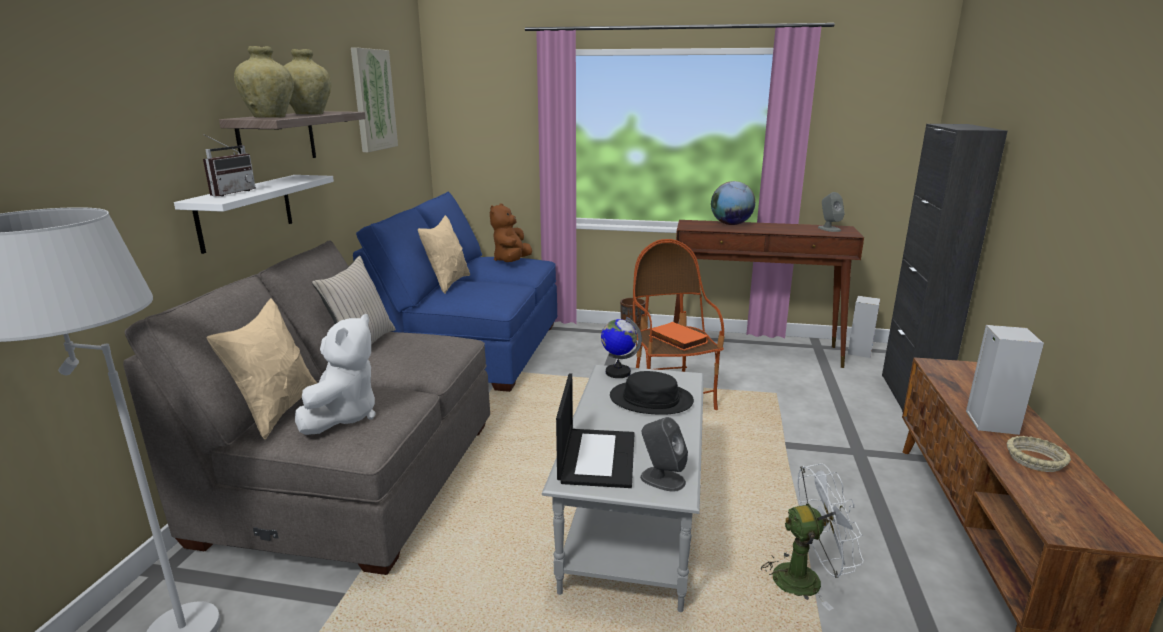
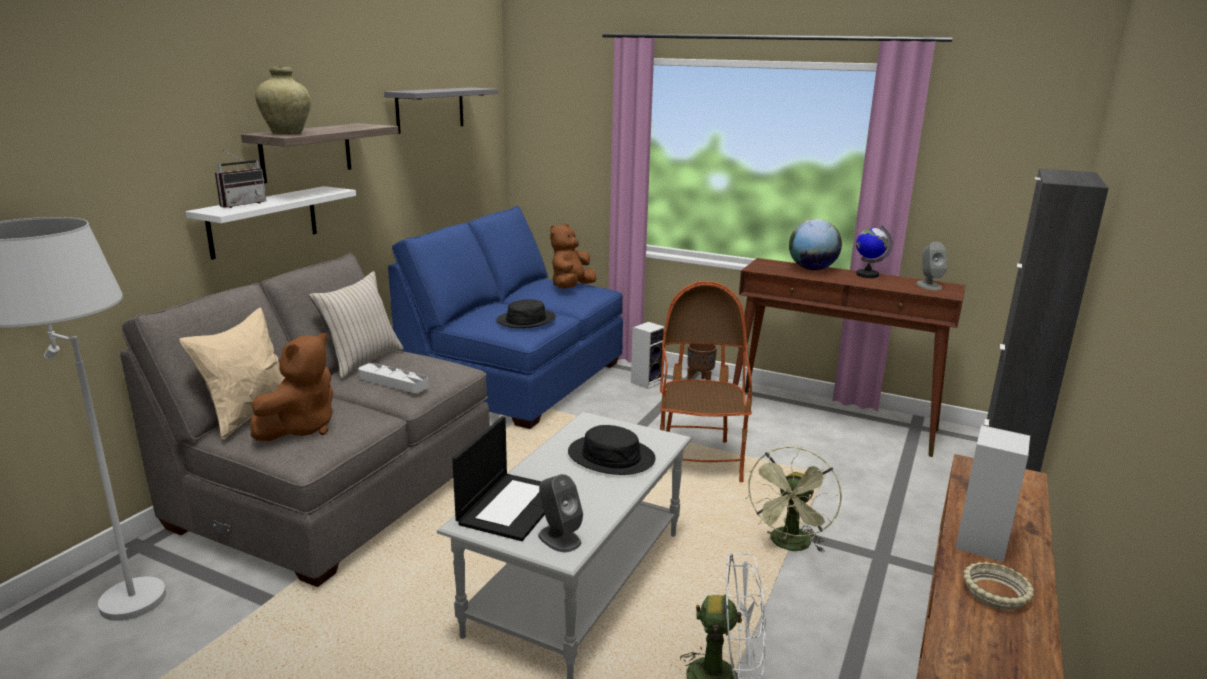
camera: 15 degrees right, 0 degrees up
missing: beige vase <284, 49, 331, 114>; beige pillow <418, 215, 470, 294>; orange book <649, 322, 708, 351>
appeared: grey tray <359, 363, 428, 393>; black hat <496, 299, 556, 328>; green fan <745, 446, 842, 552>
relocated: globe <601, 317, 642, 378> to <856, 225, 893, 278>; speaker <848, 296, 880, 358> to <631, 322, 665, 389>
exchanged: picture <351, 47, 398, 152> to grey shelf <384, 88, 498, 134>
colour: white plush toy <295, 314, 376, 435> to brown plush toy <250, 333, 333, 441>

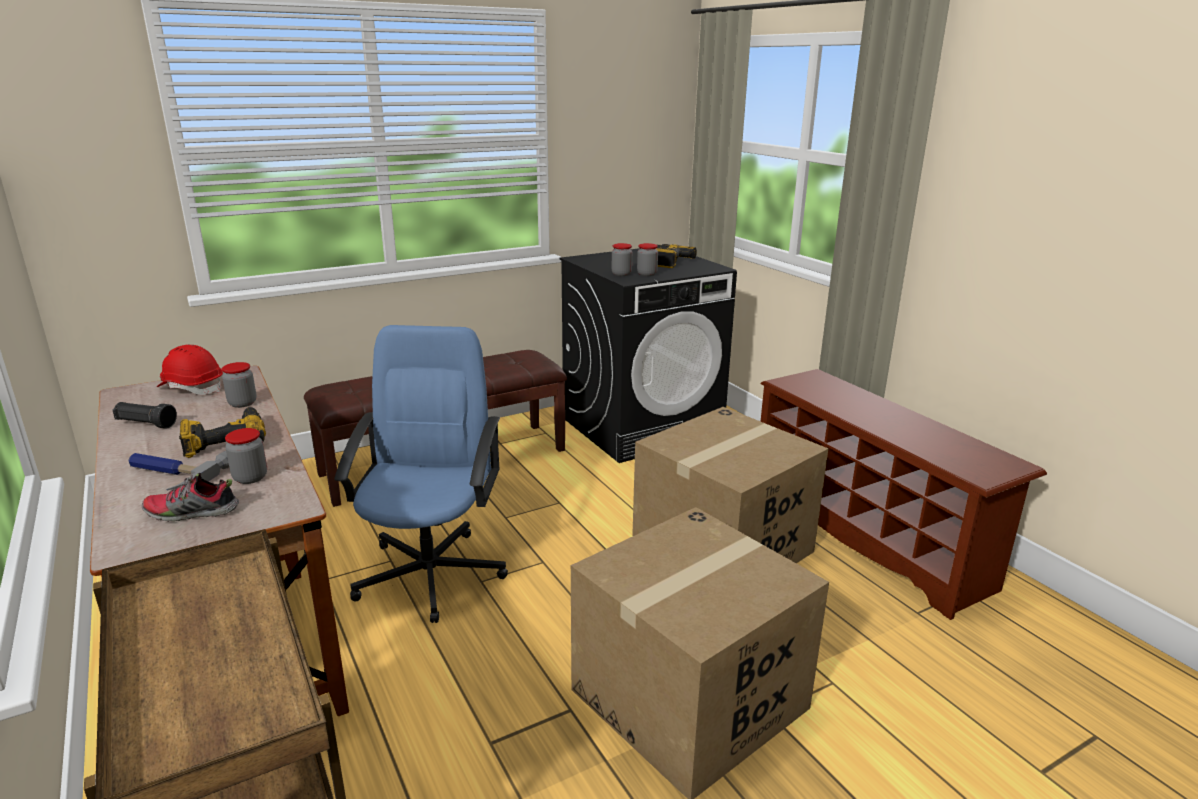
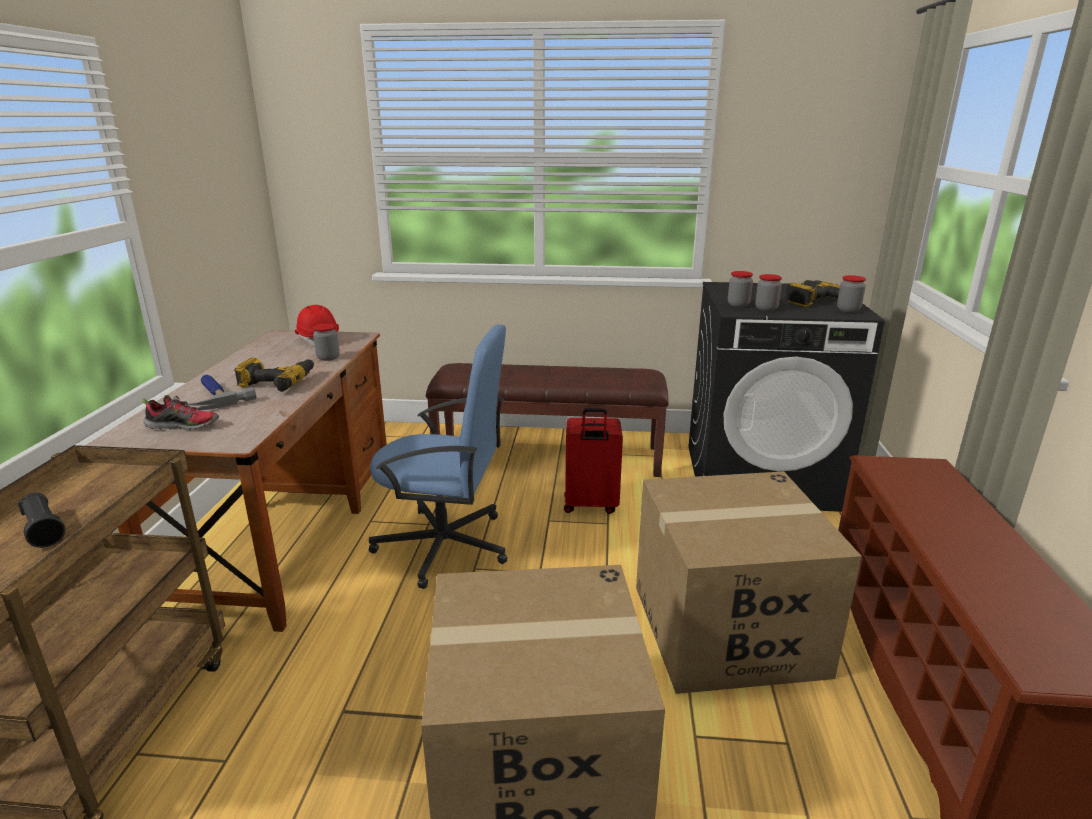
camera: 35 degrees right, 0 degrees up
appeared: red suitcase <564, 408, 623, 514>
relocated: black flashlight <112, 402, 177, 429> to <17, 493, 65, 548>; jar <225, 428, 267, 484> to <837, 275, 866, 313>
spun: shoe <142, 473, 239, 522> = <141, 395, 219, 430> 150 degrees clockwise; blue office chair <334, 325, 508, 623> = <368, 324, 508, 589> 60 degrees clockwise

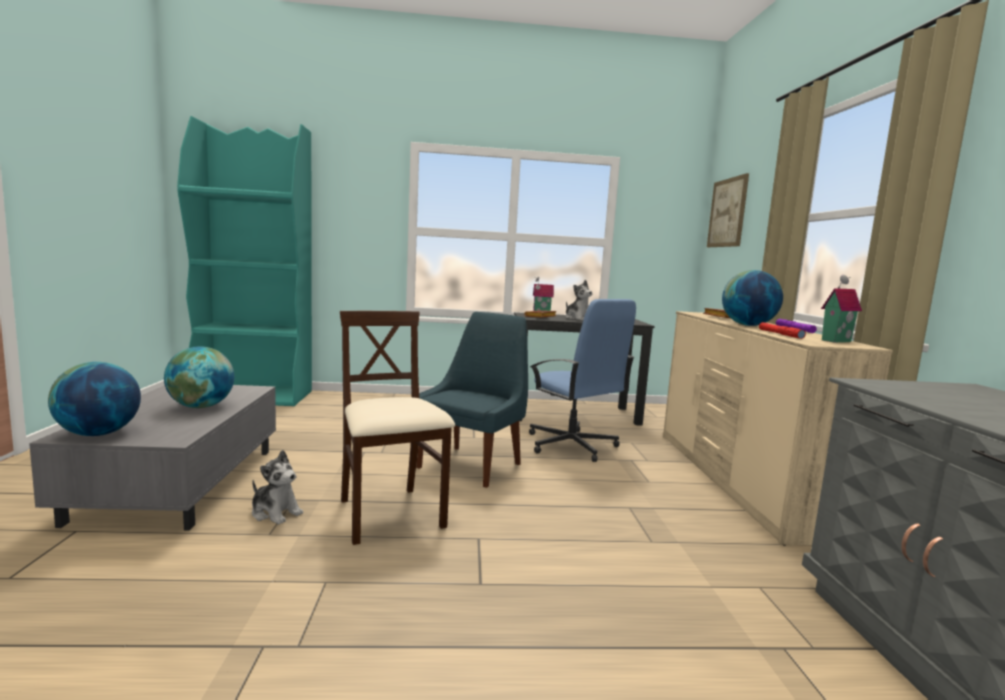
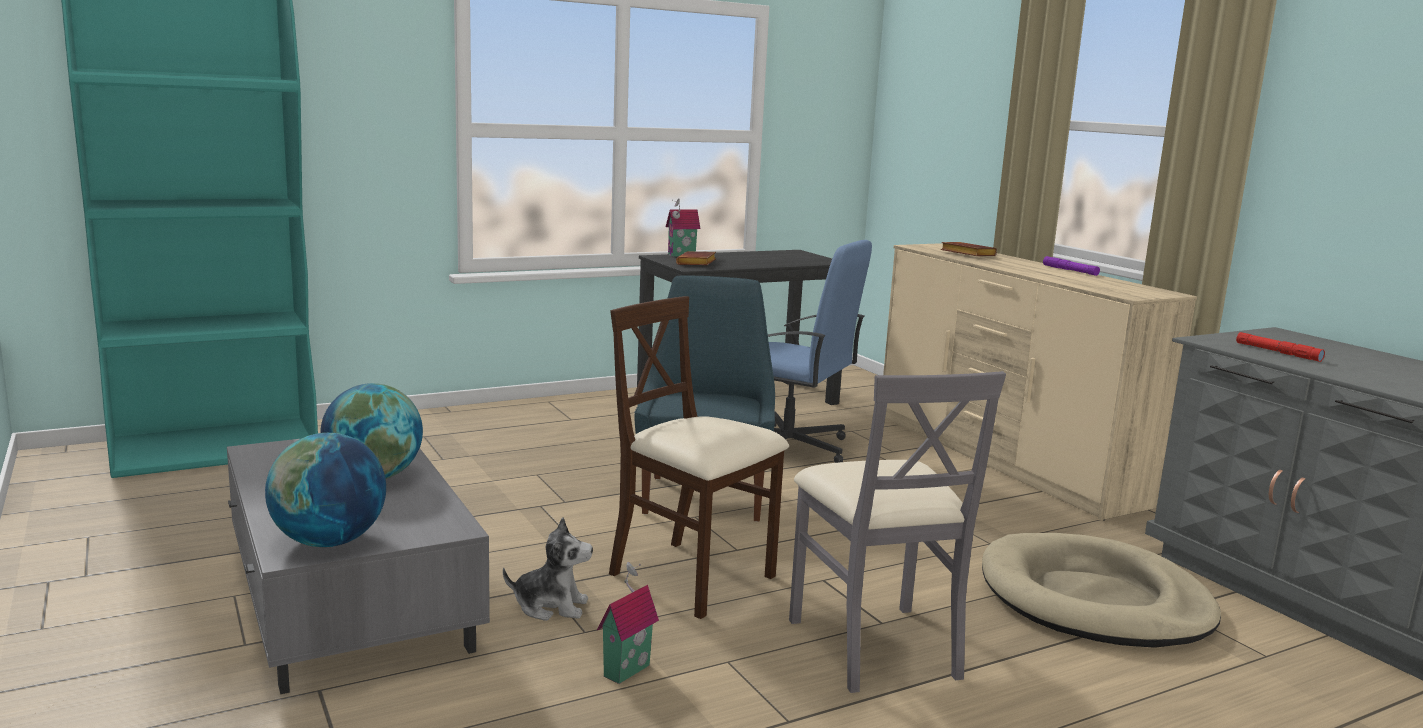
camera: 25 degrees left, 5 degrees up
missing: plush toy <565, 280, 592, 320>; picture <707, 173, 749, 247>; globe <722, 270, 783, 326>
appeared: grey chair <789, 371, 1006, 693>; beige dog bed <982, 533, 1221, 648>
relocated: red flashlight <759, 322, 806, 339> to <1236, 332, 1325, 362>; toy house <821, 275, 862, 343> to <597, 562, 659, 684>

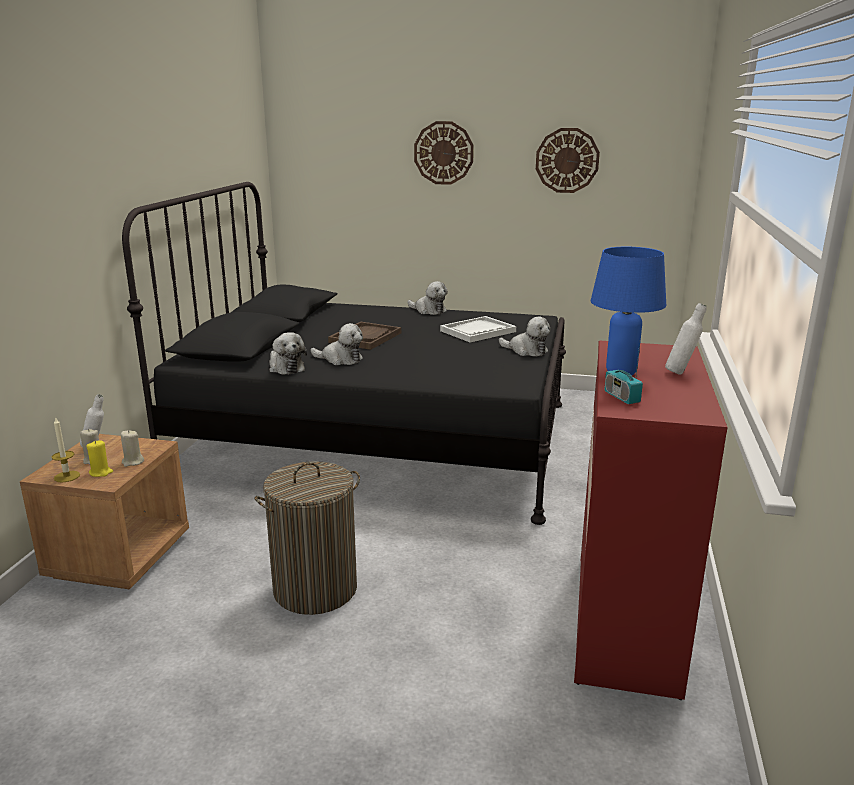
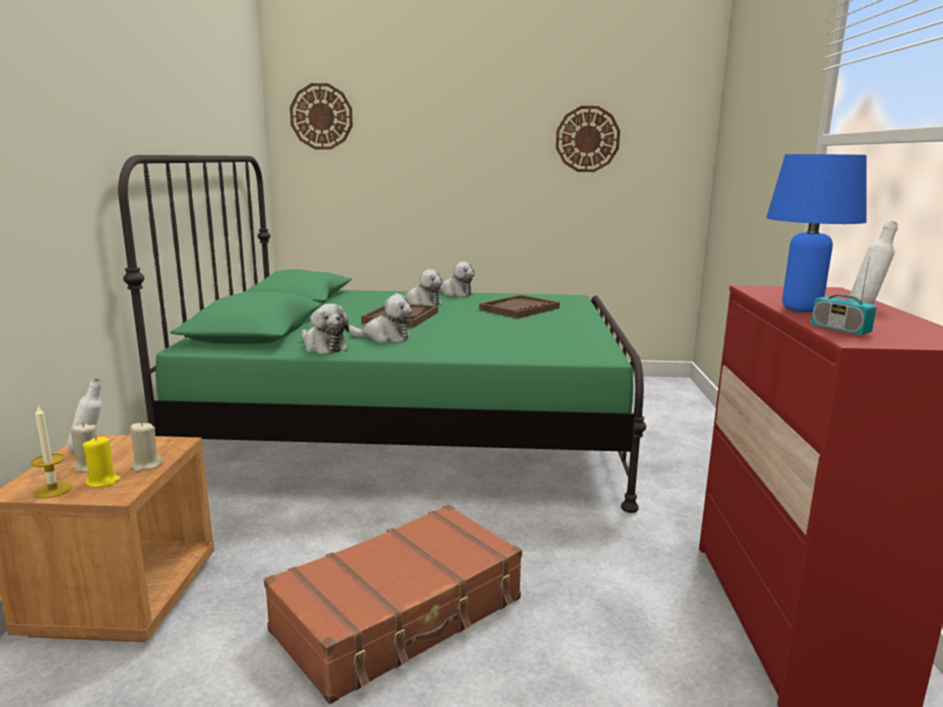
camera: 10 degrees left, 5 degrees down
relocated: wall clock <414, 121, 474, 185> to <290, 83, 353, 150>; plush toy <499, 316, 550, 357> to <394, 269, 443, 306>
exchanged: laundry basket <255, 461, 360, 615> to brown suitcase <264, 505, 522, 704>
colour: black bed <122, 182, 566, 525> to green bed <118, 155, 646, 513>; white tray <440, 316, 516, 343> to brown tray <479, 295, 560, 318>

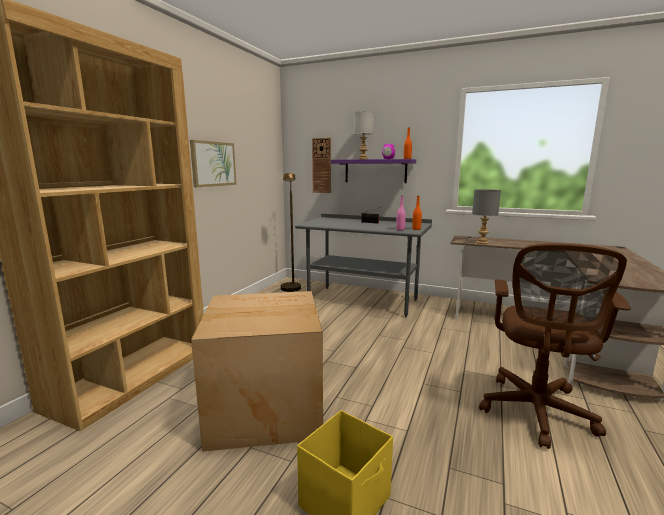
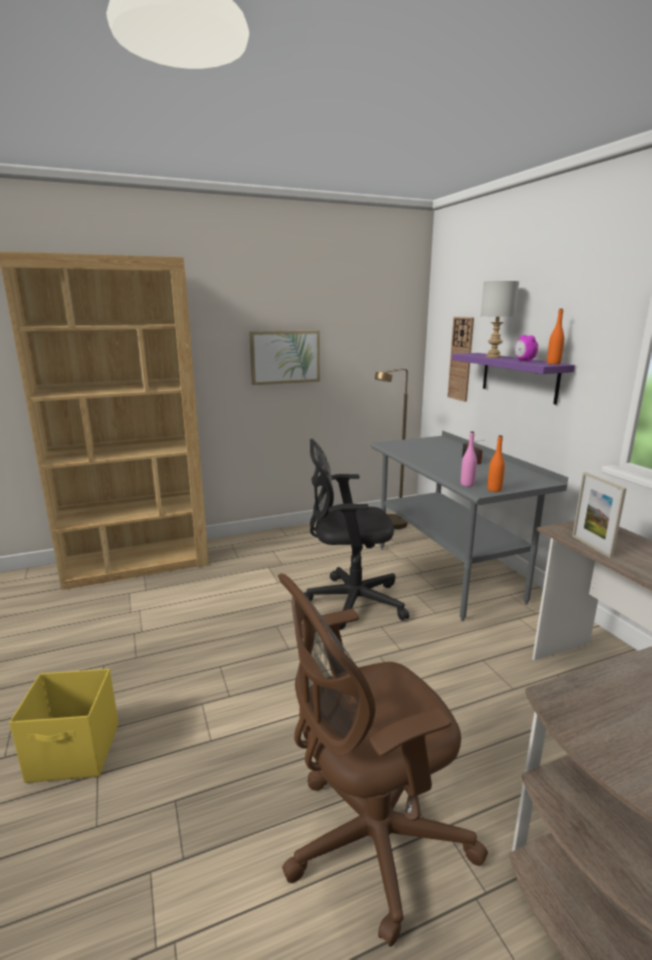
camera: 45 degrees right, 5 degrees up
missing: cardboard box <191, 291, 323, 452>
appeared: black office chair <304, 439, 409, 630>
exchanged: grey table lamp <472, 189, 501, 244> to picture frame <572, 472, 627, 558>

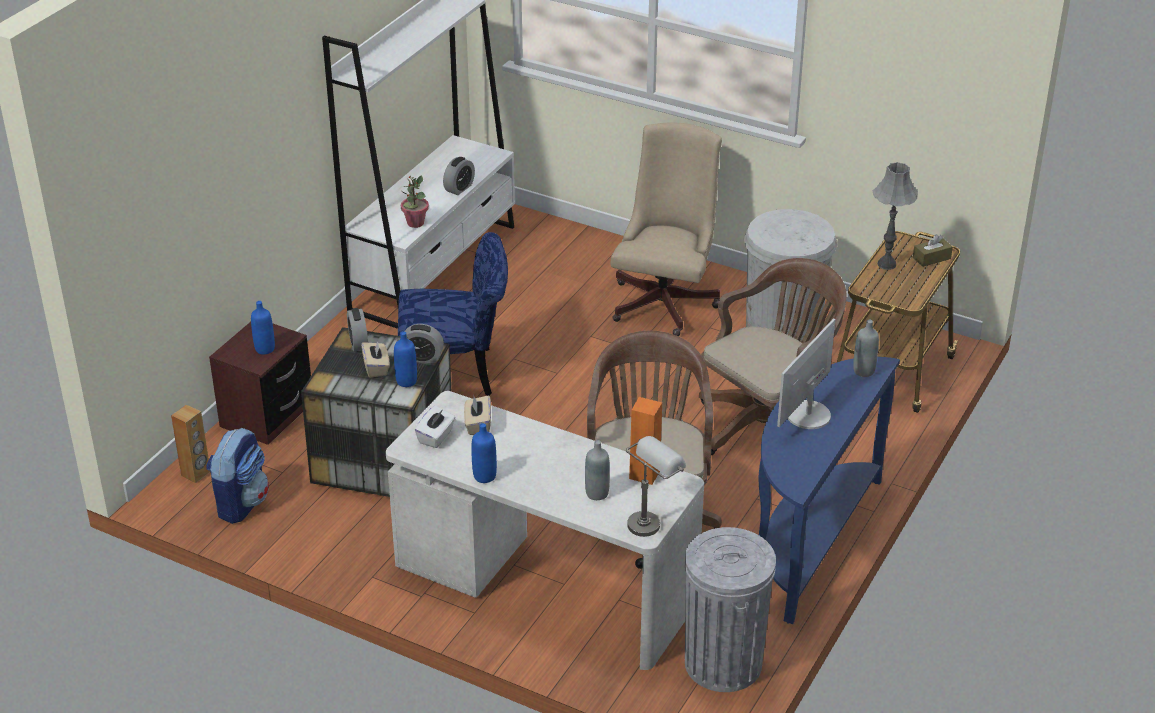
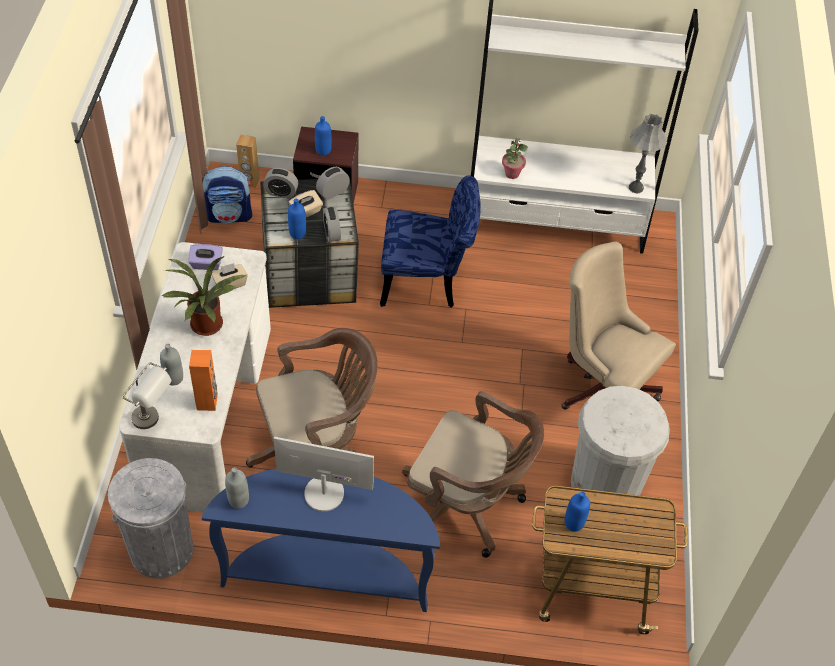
camera: 65 degrees right, 15 degrees up
missing: brown tissue box <913, 235, 953, 267>
appeared: potted plant <162, 256, 246, 336>
relocated: alarm clock <443, 157, 475, 195> to <263, 168, 298, 199>; blue bottle <471, 423, 497, 483> to <564, 492, 590, 532>; grey bottle <853, 320, 879, 377> to <225, 467, 249, 509>; grey table lamp <873, 162, 918, 270> to <629, 114, 667, 193>
colour: white tissue box <415, 406, 455, 448> to purple tissue box <188, 244, 223, 270>
spun: blue chair <398, 232, 508, 396> = <380, 176, 480, 307> 60 degrees counterclockwise; beige office chair <611, 123, 722, 336> = <561, 241, 676, 410> 135 degrees counterclockwise

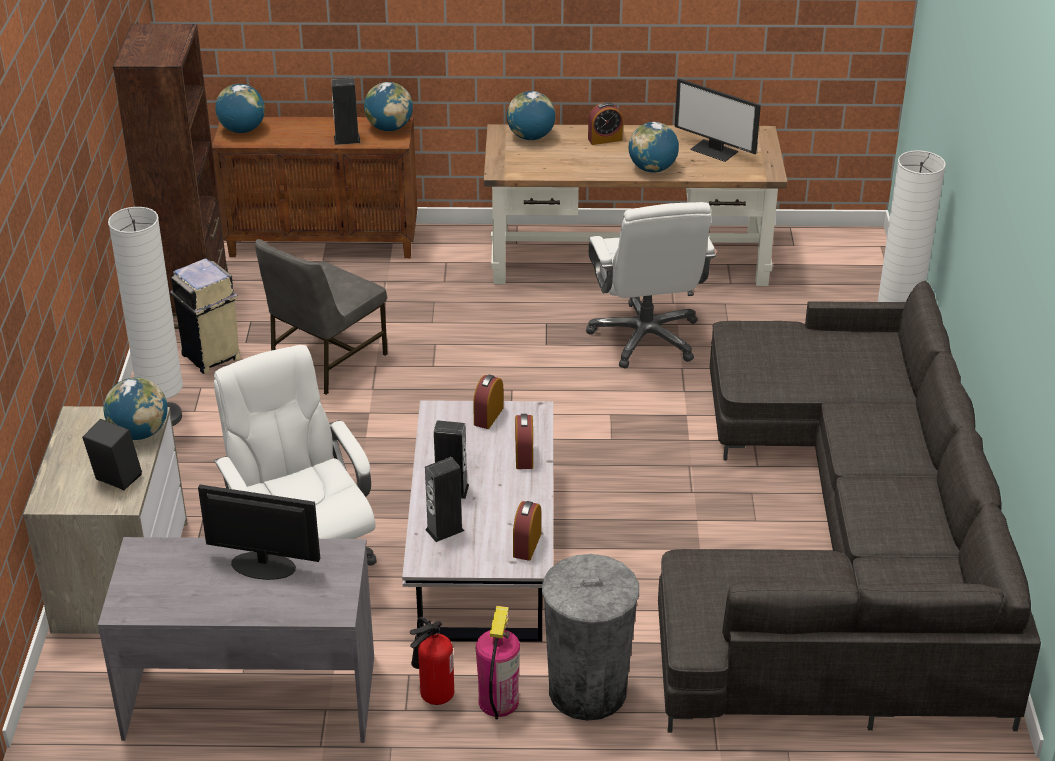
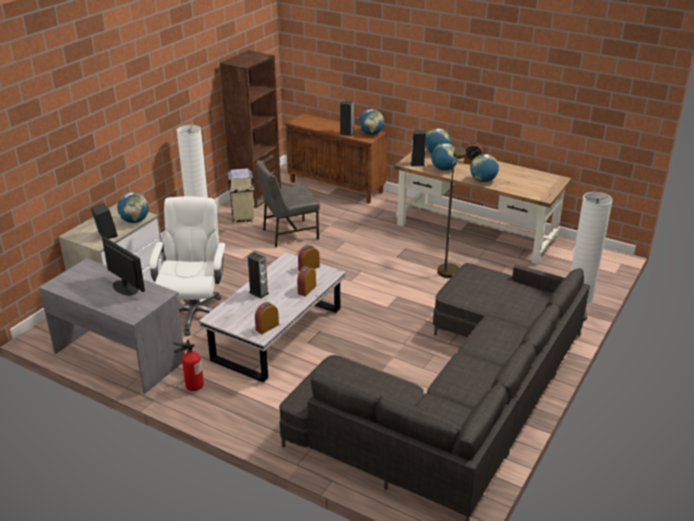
camera: 30 degrees right, 5 degrees down
missing: fire extinguisher <476, 606, 520, 720>; grey trash can <542, 554, 639, 721>; monitor <675, 78, 761, 162>
relocated: globe <215, 84, 265, 133> to <431, 143, 458, 171>; speaker <425, 457, 464, 542> to <410, 130, 426, 167>
exchanged: white office chair <586, 202, 716, 368> to brown floor lamp <438, 147, 466, 278>

